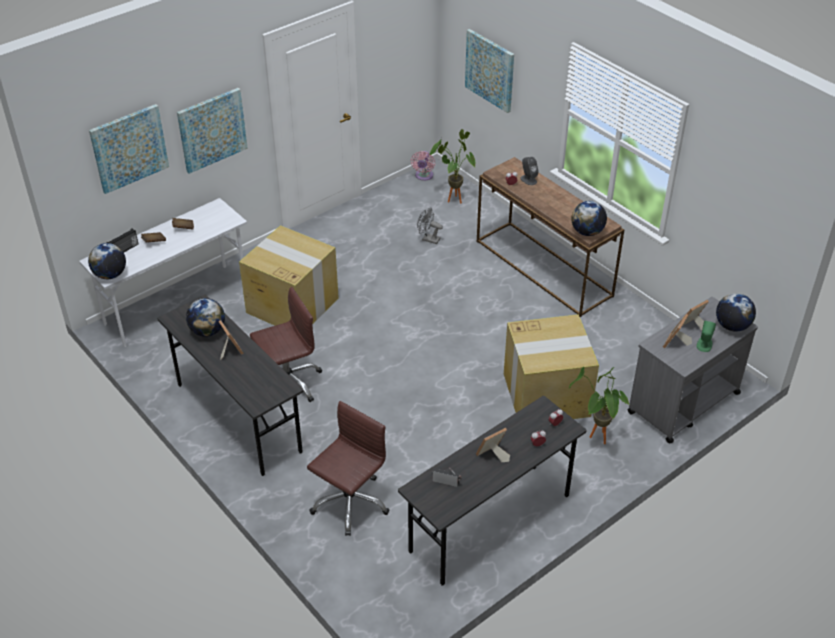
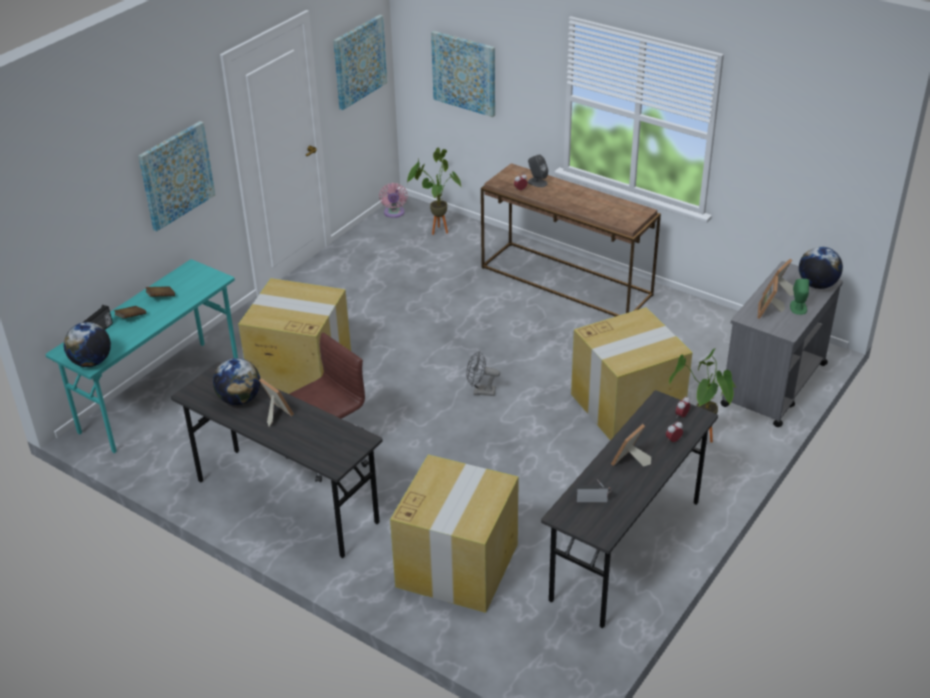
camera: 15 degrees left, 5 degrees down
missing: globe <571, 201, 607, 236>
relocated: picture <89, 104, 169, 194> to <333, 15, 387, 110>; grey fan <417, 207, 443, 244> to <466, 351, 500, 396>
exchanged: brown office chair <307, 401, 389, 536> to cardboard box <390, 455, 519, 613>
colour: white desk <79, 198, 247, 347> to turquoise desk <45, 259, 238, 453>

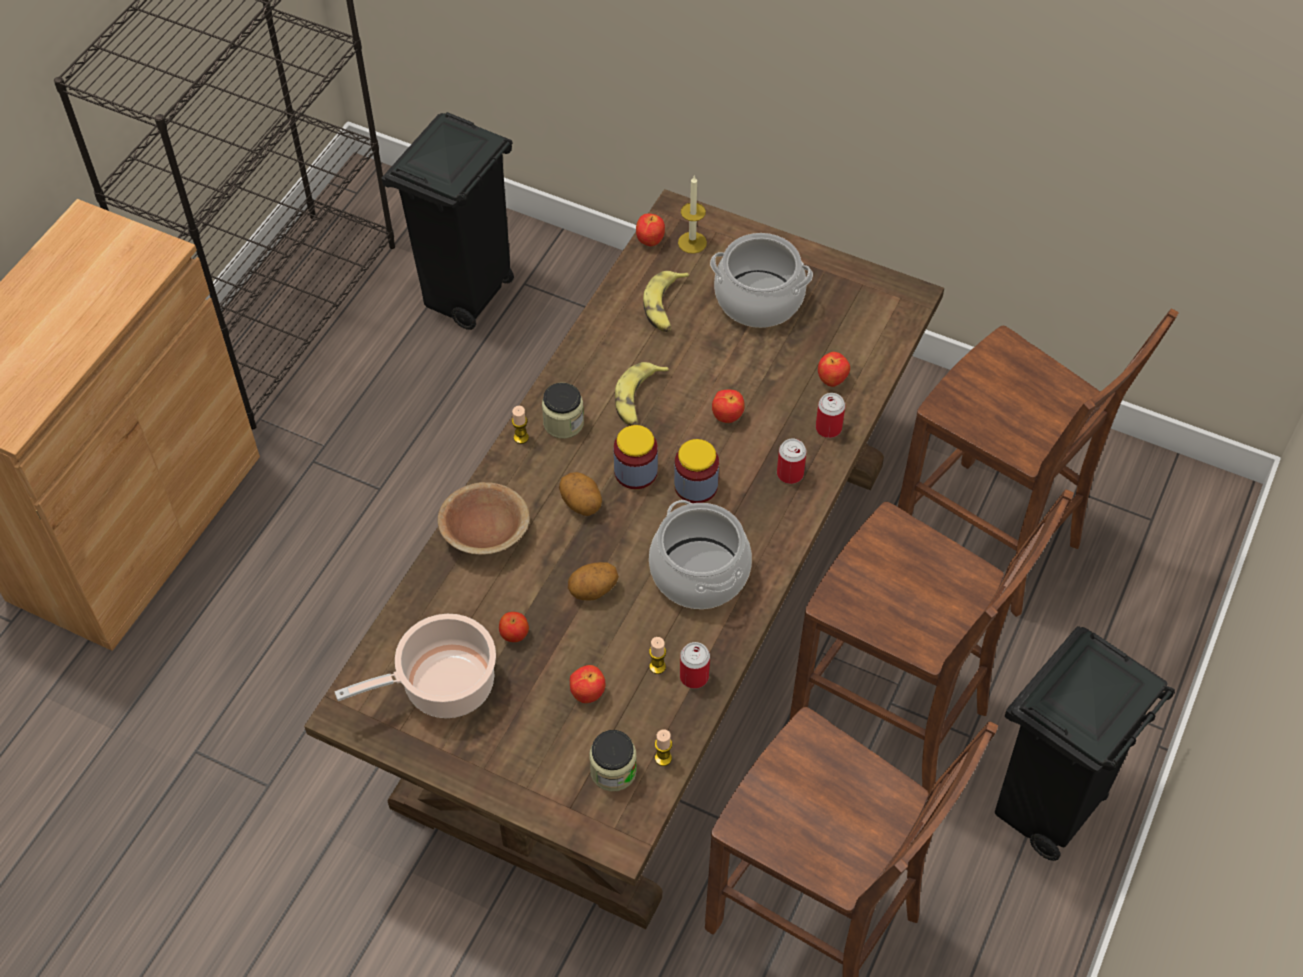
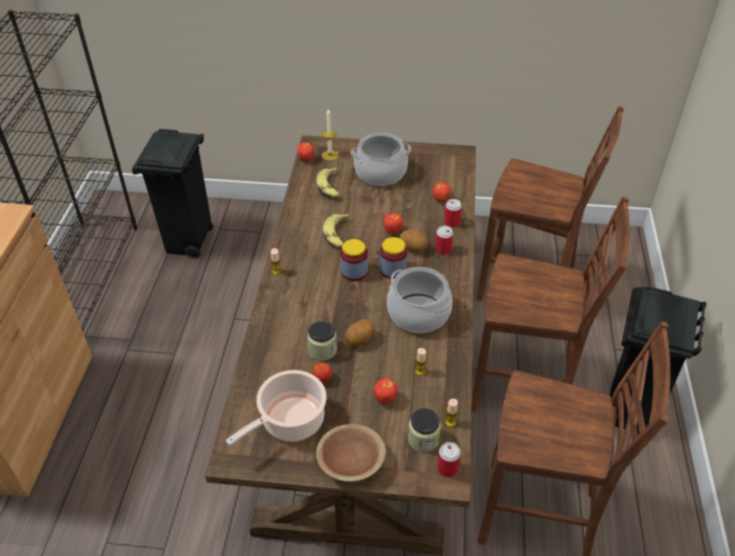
camera: 20 degrees left, 10 degrees down
relocated: brown bowl <438, 482, 530, 555> to <316, 424, 386, 482>; jar <542, 383, 584, 439> to <307, 321, 337, 361>; potato <559, 472, 602, 516> to <399, 229, 429, 252>; can <680, 642, 710, 689> to <437, 442, 461, 477>

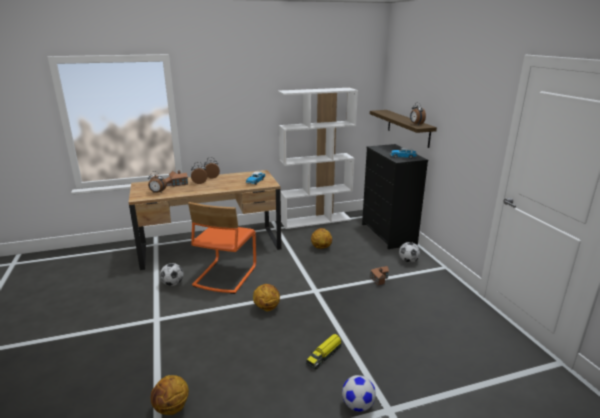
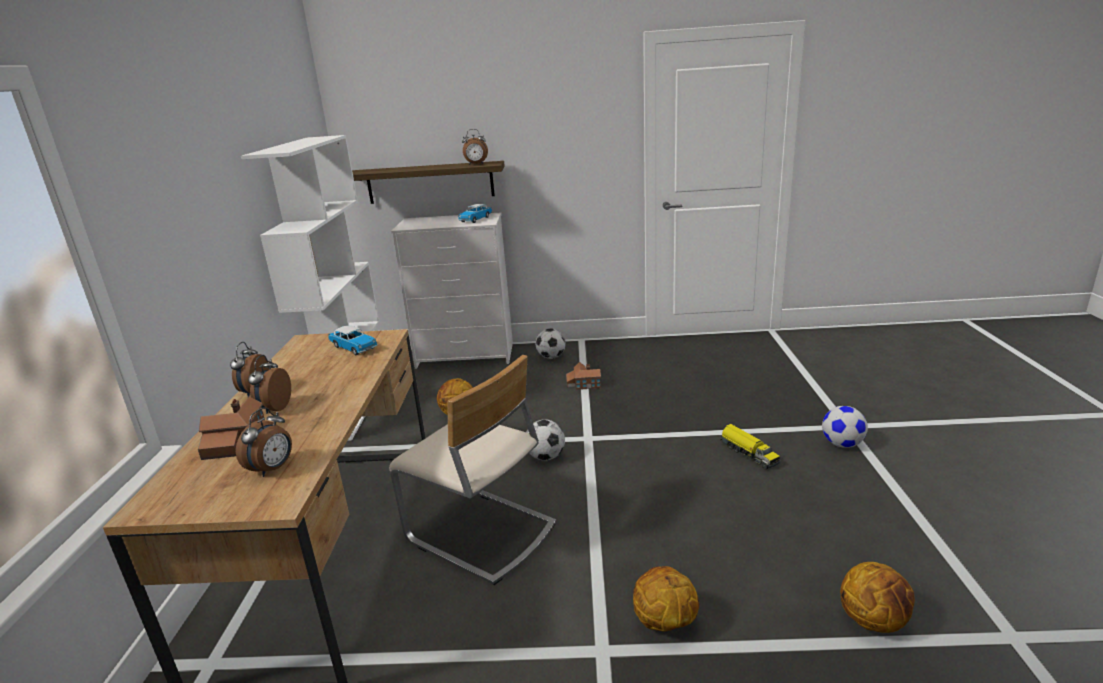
camera: 70 degrees left, 0 degrees up
relocated: football <160, 263, 183, 286> to <526, 419, 565, 461>; basketball <253, 284, 280, 312> to <633, 566, 699, 632>
colour: orange chair <188, 202, 256, 294> to beige chair <389, 355, 556, 585>; black dresser <362, 144, 428, 249> to white dresser <391, 213, 513, 369>

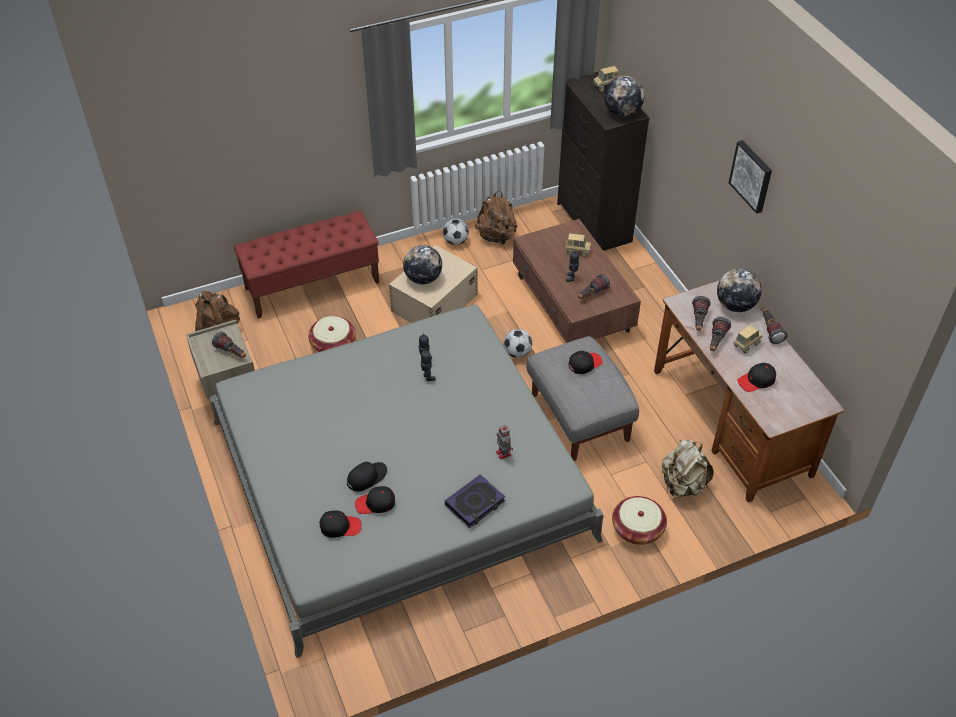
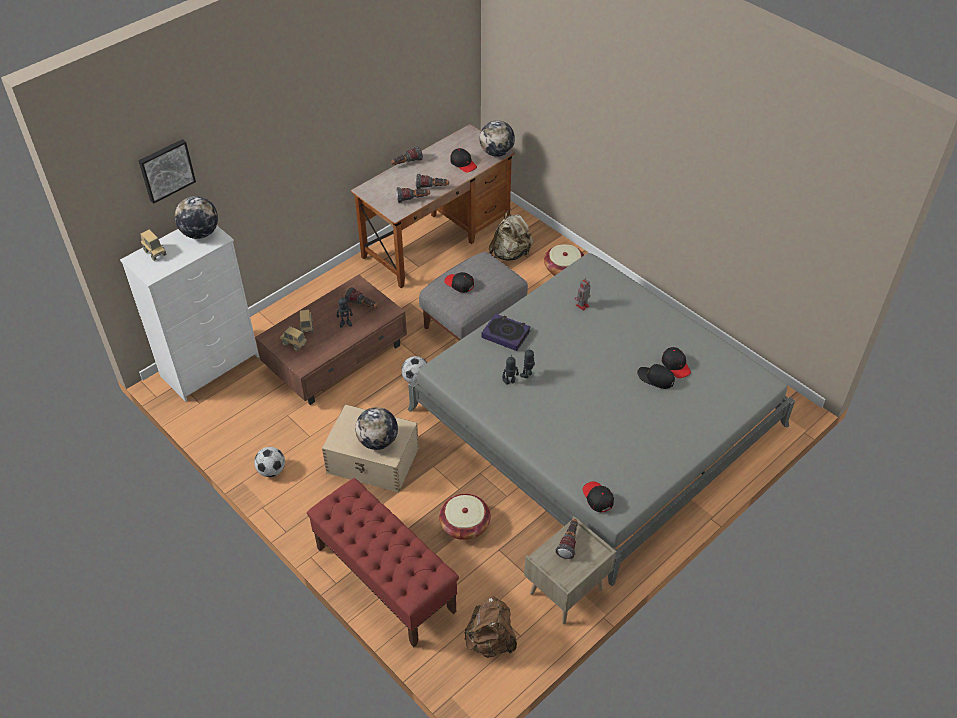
camera: 110 degrees left, 0 degrees up
missing: brown backpack <475, 191, 517, 244>
relocated: black cap <319, 510, 361, 538> to <582, 482, 614, 512>; book <445, 474, 505, 528> to <481, 313, 531, 351>; globe <717, 268, 762, 312> to <480, 120, 515, 157>; picture <729, 140, 772, 214> to <139, 139, 196, 204>; toy truck <734, 325, 762, 354> to <280, 326, 307, 351>
colour: black dresser <557, 71, 650, 251> to white dresser <120, 226, 259, 402>

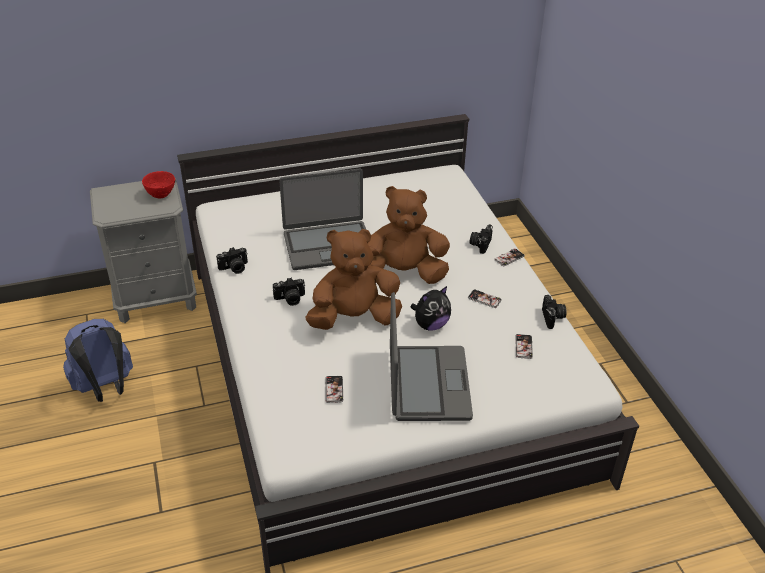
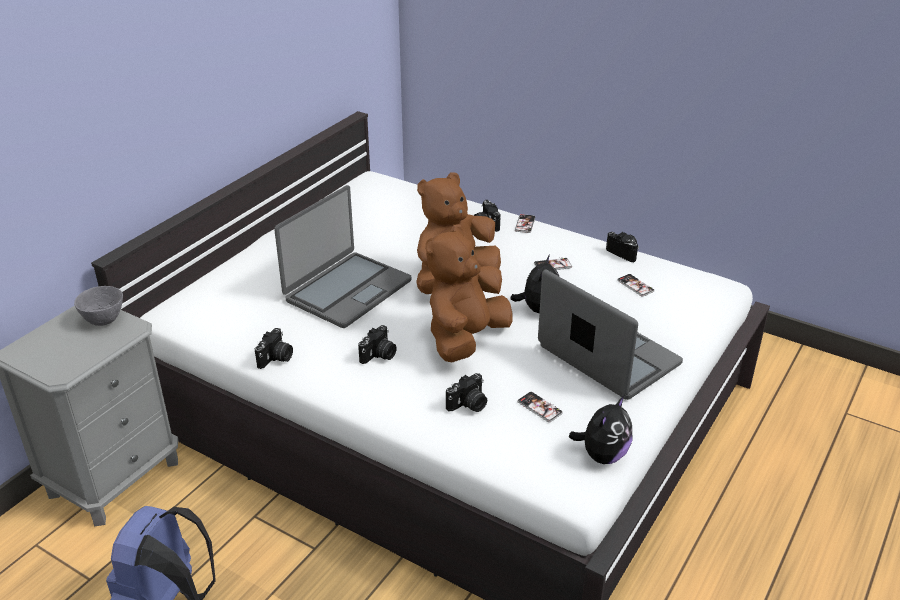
camera: 40 degrees left, 5 degrees down
appeared: photo camera <446, 373, 487, 412>; plush toy <569, 396, 632, 464>
colour: red bowl <142, 171, 175, 198> to grey bowl <74, 286, 123, 326>

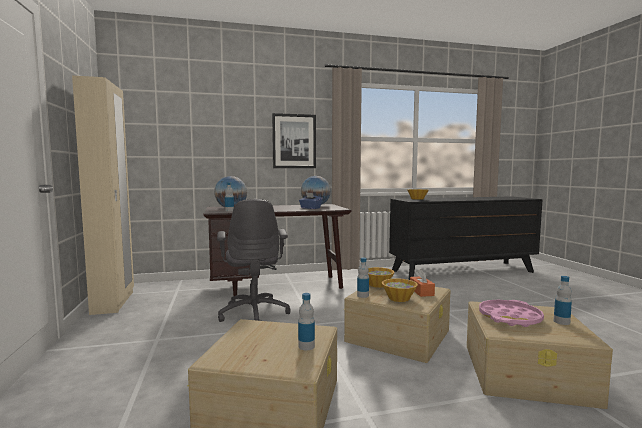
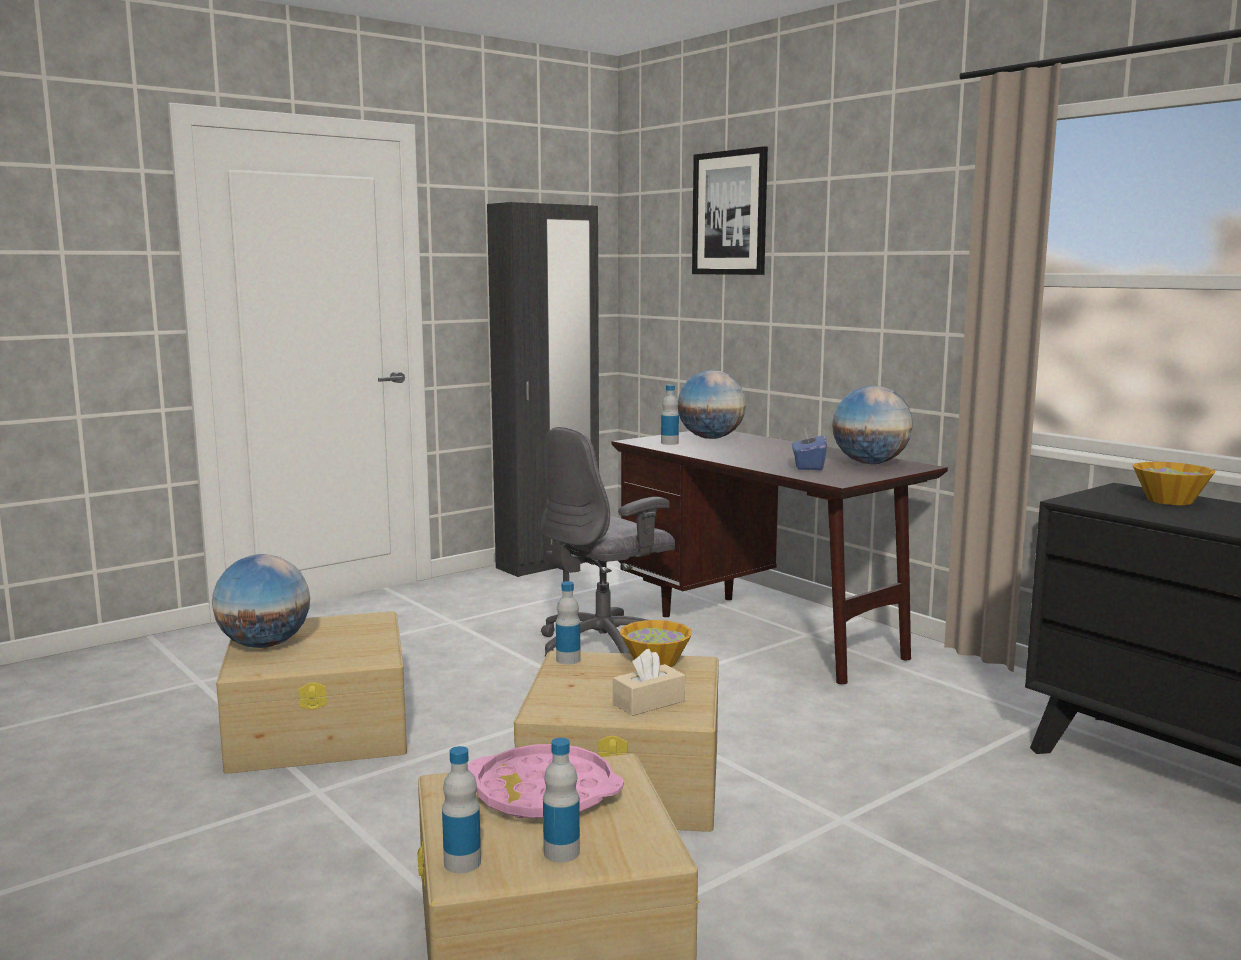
camera: 65 degrees right, 5 degrees up
missing: bowl <382, 278, 418, 302>
appeared: globe <212, 554, 310, 648>
relocated: picture <272, 113, 316, 168> to <692, 146, 768, 275>; bottle <298, 293, 315, 350> to <442, 746, 481, 873>
colour: beige wardrobe <72, 76, 134, 315> to black wardrobe <487, 202, 599, 577>; orange tissue box <410, 269, 435, 297> to beige tissue box <613, 649, 685, 716>

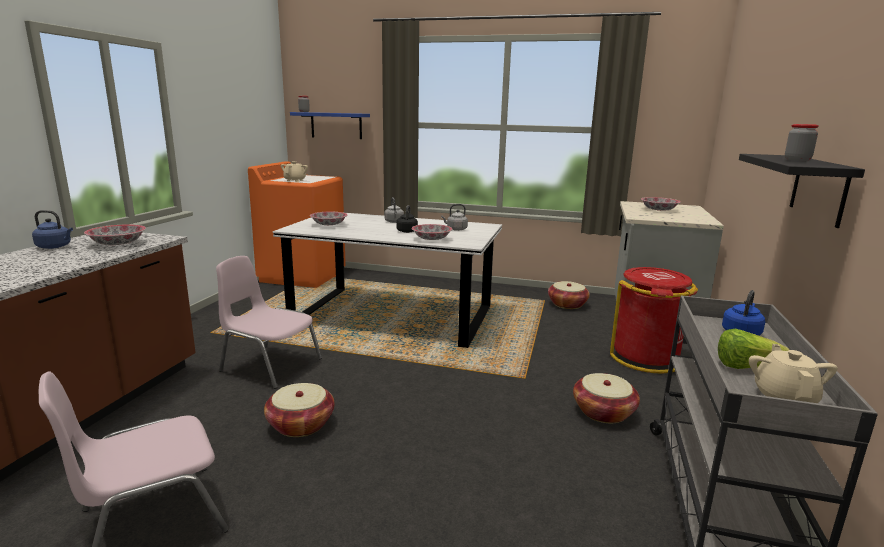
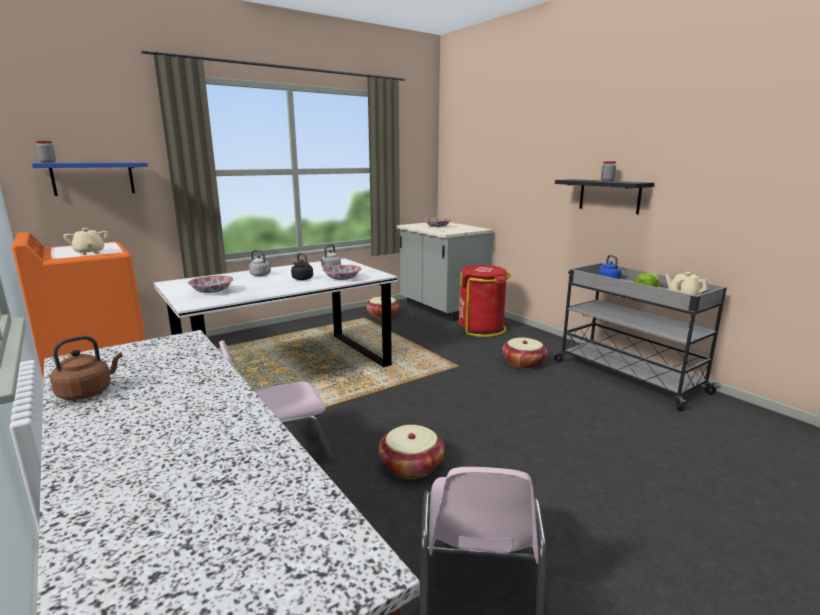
camera: 50 degrees left, 0 degrees up
missing: bowl <84, 224, 146, 245>
colour: blue kettle <32, 210, 73, 249> to brown kettle <50, 336, 123, 400>

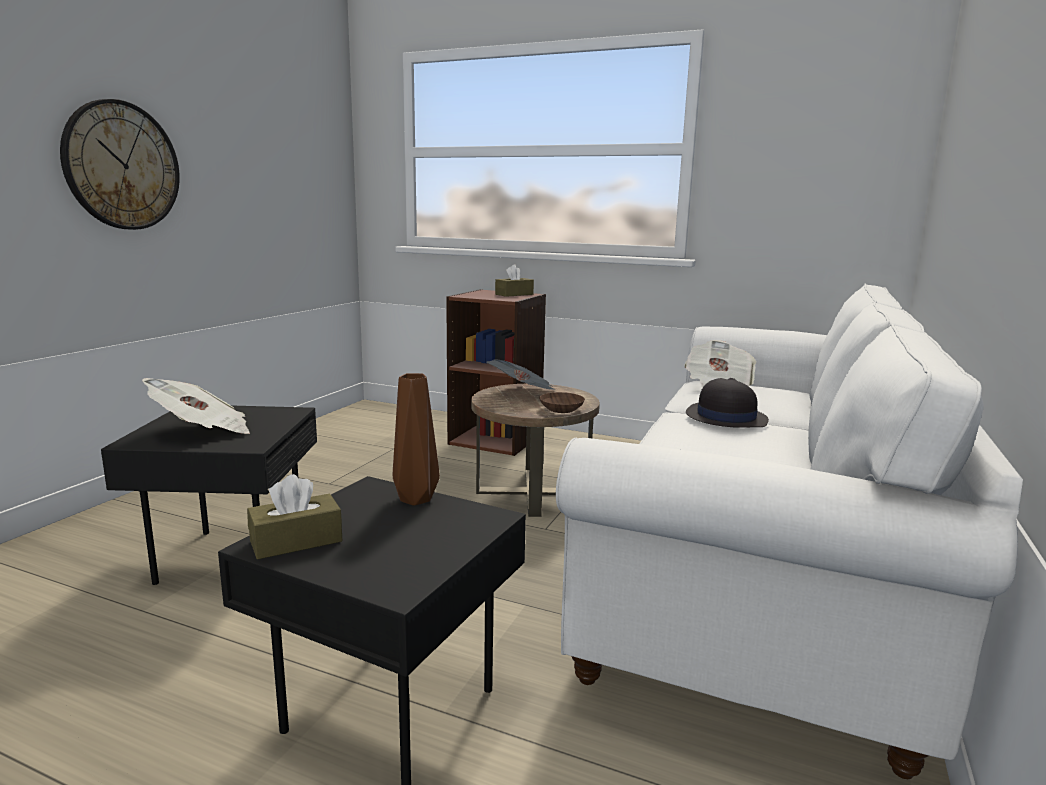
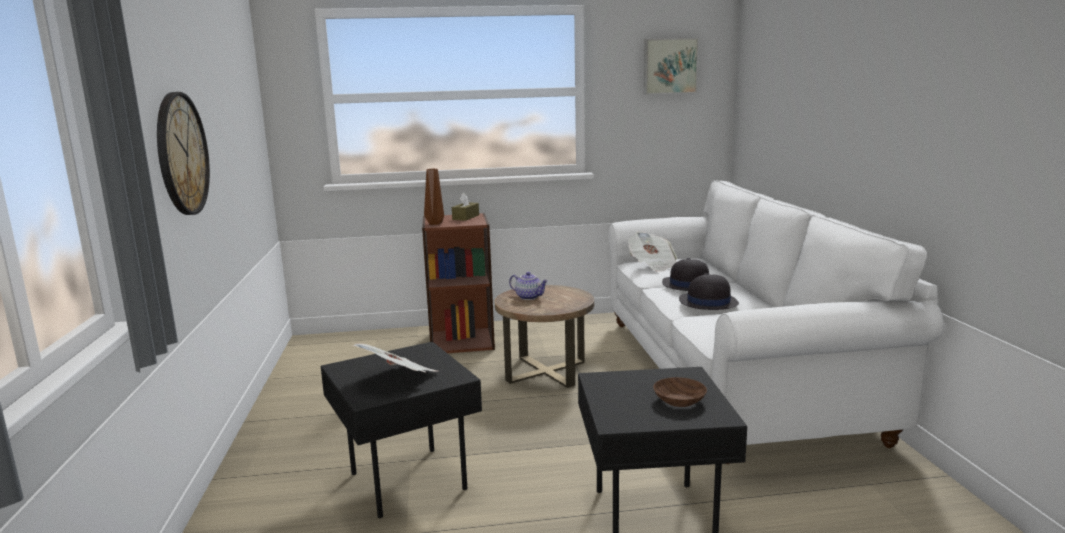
camera: 30 degrees left, 0 degrees up
missing: brown tissue box <247, 474, 342, 559>
appeared: picture <644, 38, 699, 95>; black hat <679, 273, 739, 310>
relocated: brown vase <393, 373, 440, 506> to <424, 169, 444, 225>; brown bowl <539, 392, 585, 413> to <653, 377, 707, 407>
exchanged: newspaper <486, 360, 554, 390> to teapot <509, 272, 548, 300>

